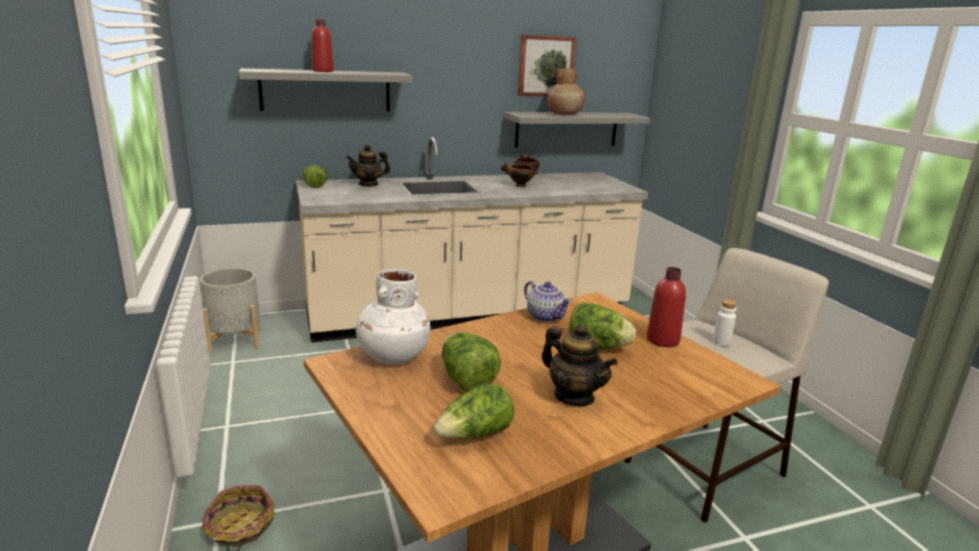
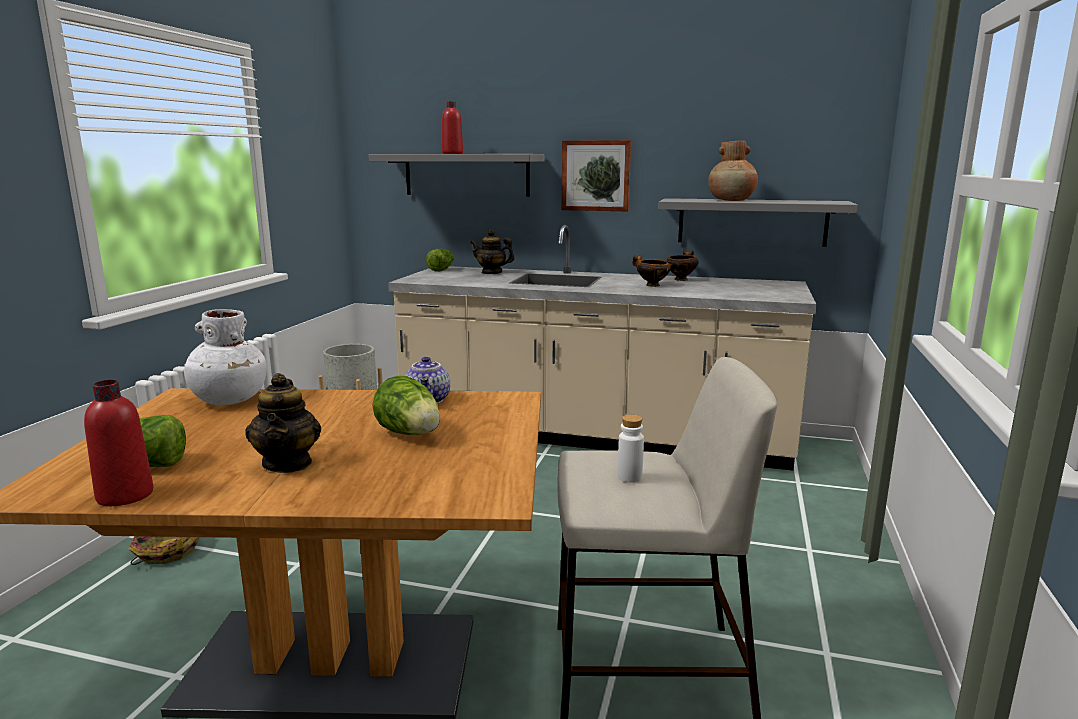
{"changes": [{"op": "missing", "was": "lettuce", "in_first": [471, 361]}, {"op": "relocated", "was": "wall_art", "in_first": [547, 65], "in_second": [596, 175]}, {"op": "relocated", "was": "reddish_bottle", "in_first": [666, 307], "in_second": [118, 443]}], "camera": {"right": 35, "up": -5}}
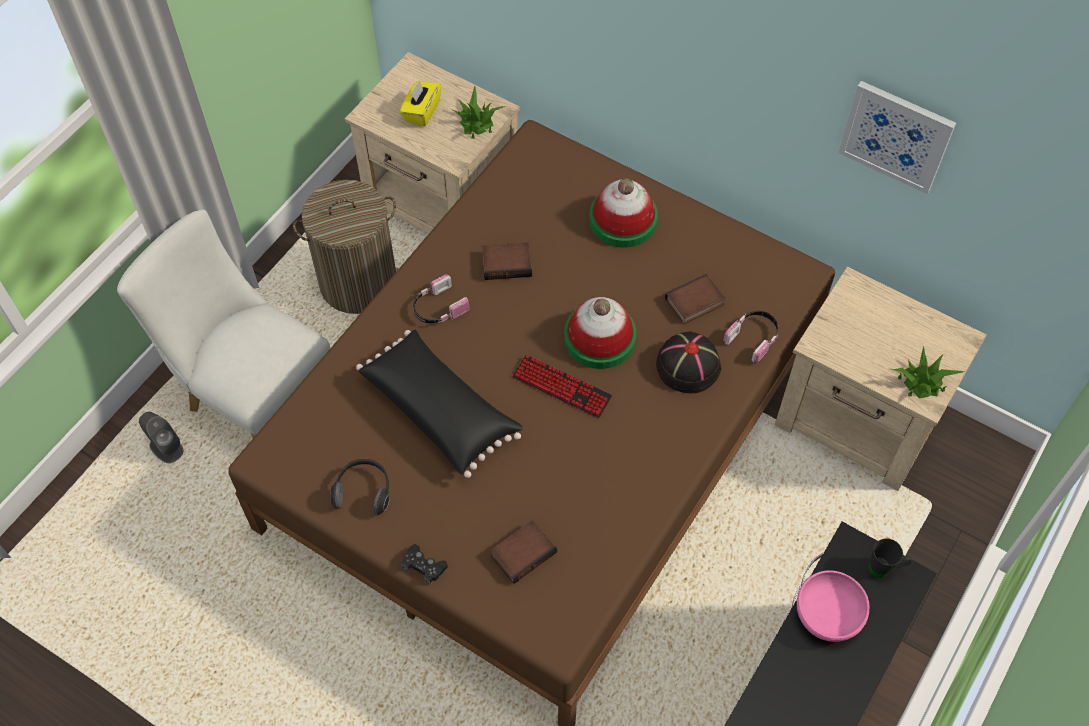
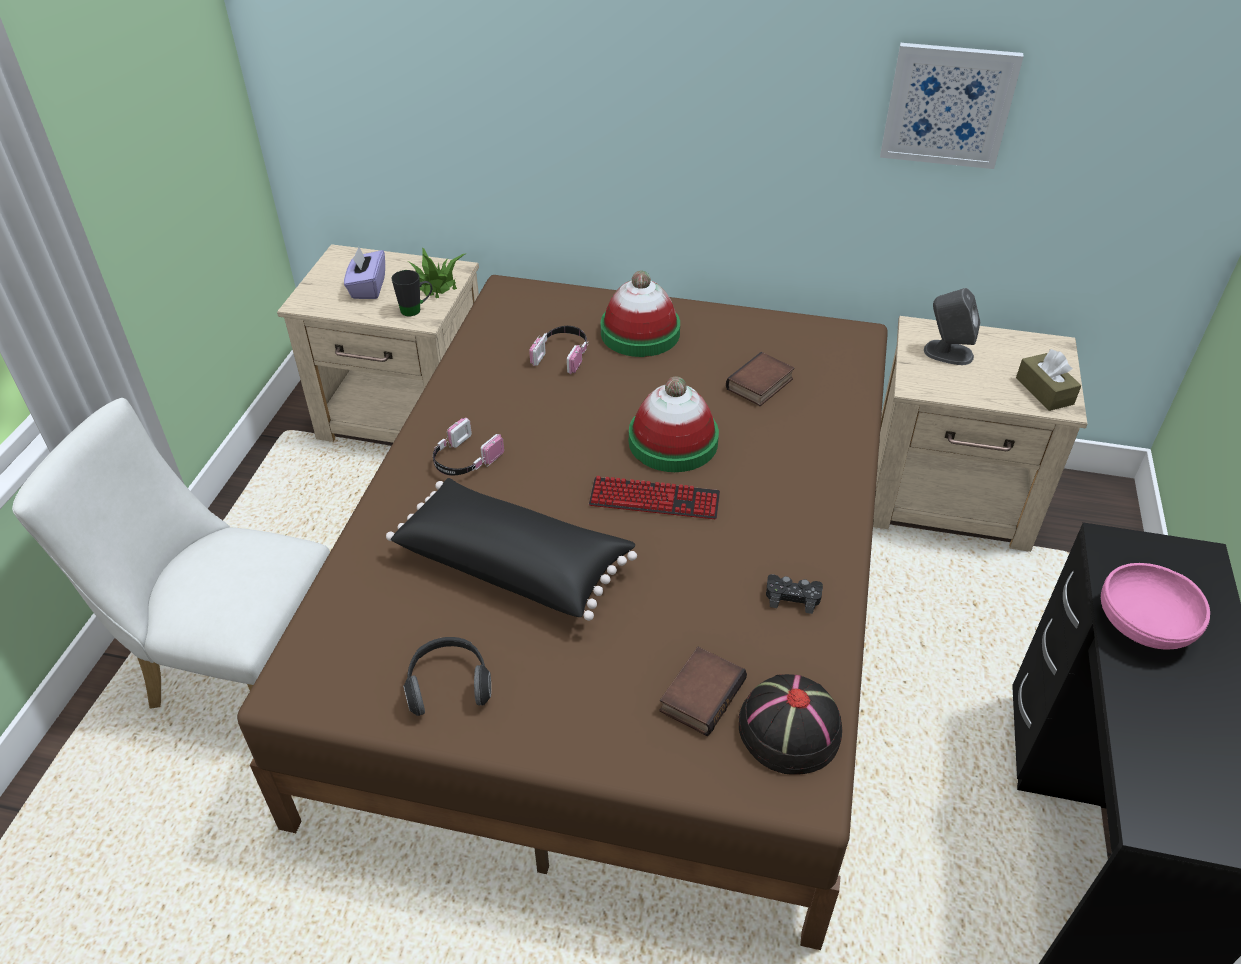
{"changes": [{"op": "missing", "was": "hamper", "in_first": [344, 247]}, {"op": "missing", "was": "book", "in_first": [507, 261]}, {"op": "relocated", "was": "grey_speaker", "in_first": [161, 437], "in_second": [952, 326]}, {"op": "relocated", "was": "black_game_controller", "in_first": [424, 564], "in_second": [794, 594]}, {"op": "relocated", "was": "black_clothing_hat", "in_first": [688, 362], "in_second": [790, 724]}, {"op": "relocated", "was": "pair_of_headphones", "in_first": [750, 337], "in_second": [558, 350]}, {"op": "relocated", "was": "black_tea_mug", "in_first": [890, 558], "in_second": [411, 293]}, {"op": "exchanged", "was": "plant_in_a_pot", "now": "brown-coloured_tissue_box", "in_first": [928, 372], "in_second": [1048, 380]}, {"op": "colour", "was": "yellow-coloured_tissue_box", "now": "purplish_tissue_box", "in_first": [420, 103], "in_second": [364, 273]}], "camera": {"right": -20, "up": -15}}
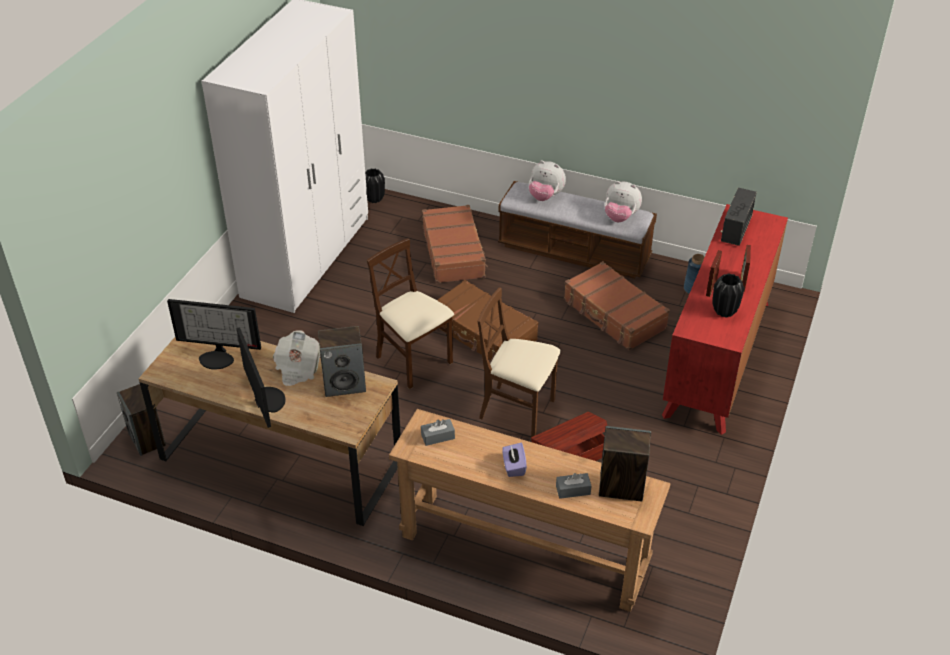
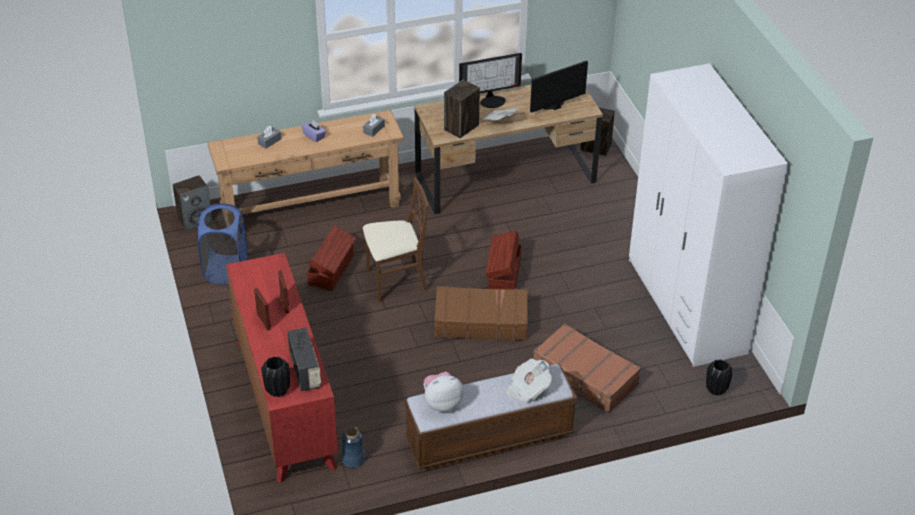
{"changes": [{"op": "missing", "was": "brown-coloured_piece_of_luggage", "in_first": [617, 306]}, {"op": "appeared", "now": "blue_hamper", "in_second": [222, 244]}, {"op": "relocated", "was": "speaker", "in_first": [625, 463], "in_second": [192, 203]}, {"op": "relocated", "was": "black_flower_vase", "in_first": [728, 295], "in_second": [275, 376]}, {"op": "exchanged", "was": "sand-coloured_plain_chair", "now": "brown-coloured_storage_box", "in_first": [410, 313], "in_second": [503, 260]}, {"op": "exchanged", "was": "plush_toy", "now": "printed_paper", "in_first": [547, 180], "in_second": [529, 381]}, {"op": "spun", "was": "computer_screen", "in_first": [261, 377], "in_second": [490, 80], "clockwise": -45}], "camera": {"right": 140, "up": 0}}
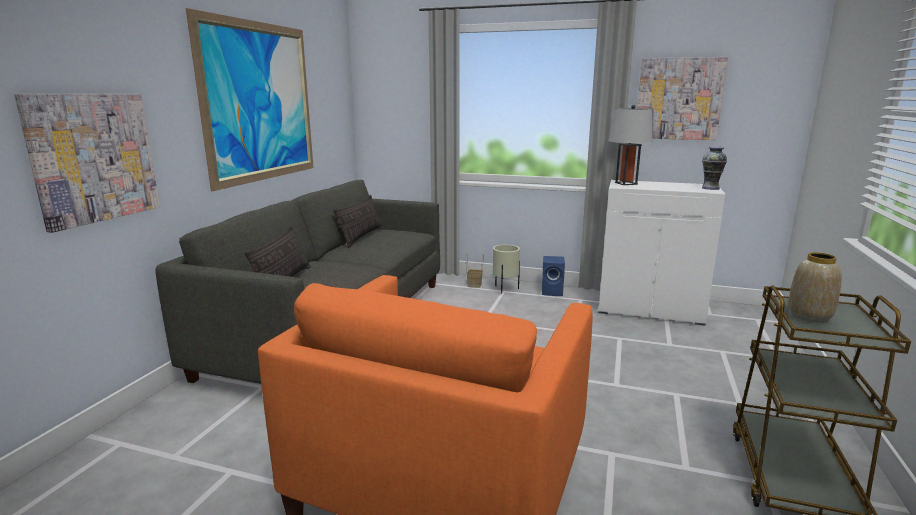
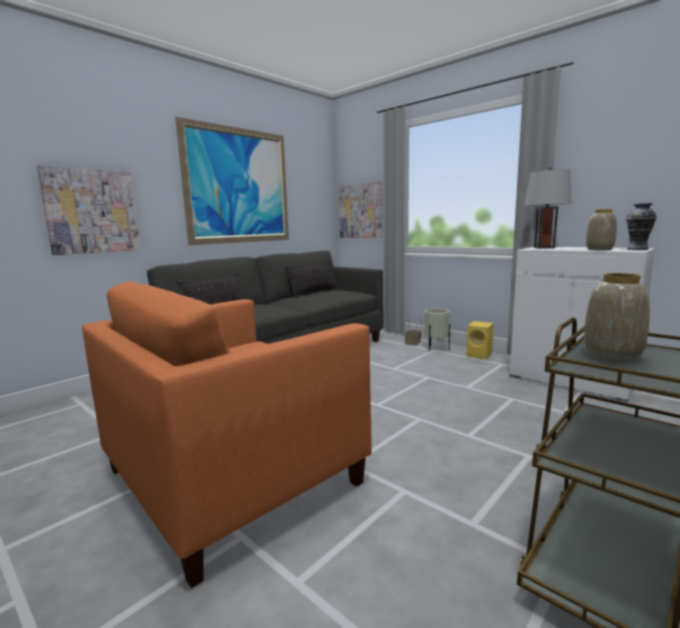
{"changes": [{"op": "appeared", "now": "flower_vase", "in_second": [601, 229]}, {"op": "relocated", "was": "wall_art", "in_first": [682, 98], "in_second": [360, 209]}, {"op": "colour", "was": "blue_speaker", "now": "yellow-coloured_speaker", "in_first": [553, 276], "in_second": [480, 340]}], "camera": {"right": 25, "up": -5}}
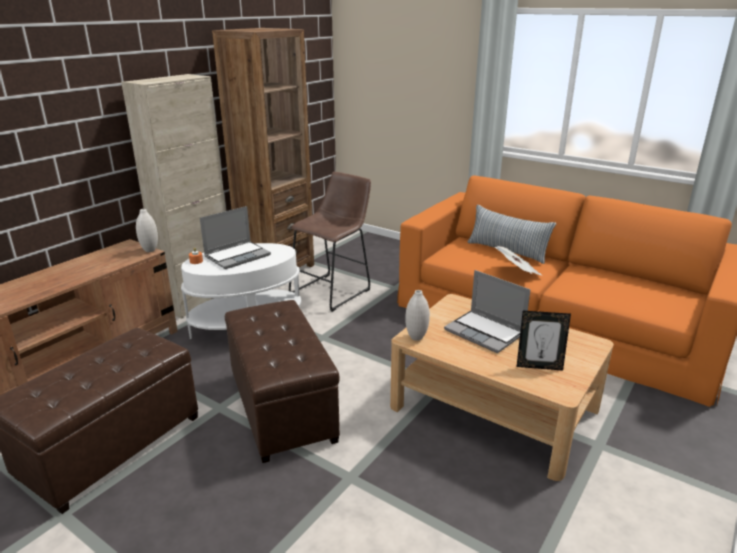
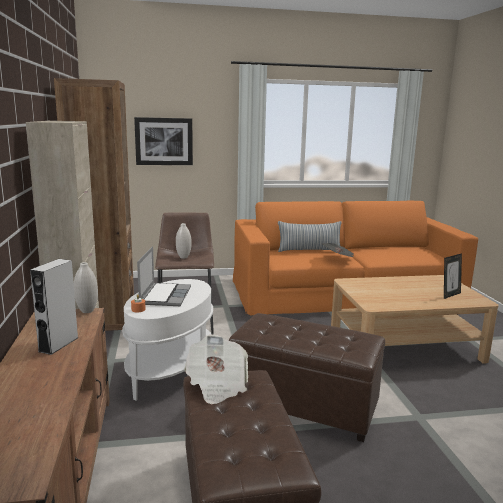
{"changes": [{"op": "missing", "was": "laptop", "in_first": [487, 311]}, {"op": "appeared", "now": "grey_speaker", "in_second": [54, 307]}, {"op": "appeared", "now": "wall_art", "in_second": [163, 141]}, {"op": "appeared", "now": "printed_paper", "in_second": [216, 369]}, {"op": "relocated", "was": "white-coloured_flower_vase", "in_first": [417, 315], "in_second": [184, 241]}], "camera": {"right": -45, "up": -10}}
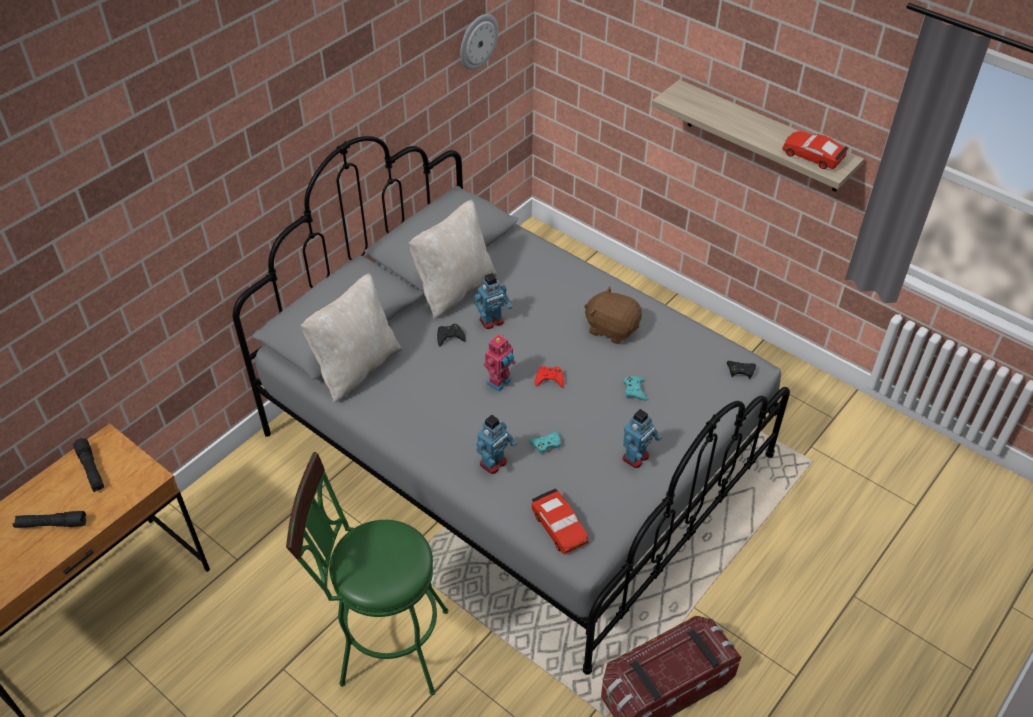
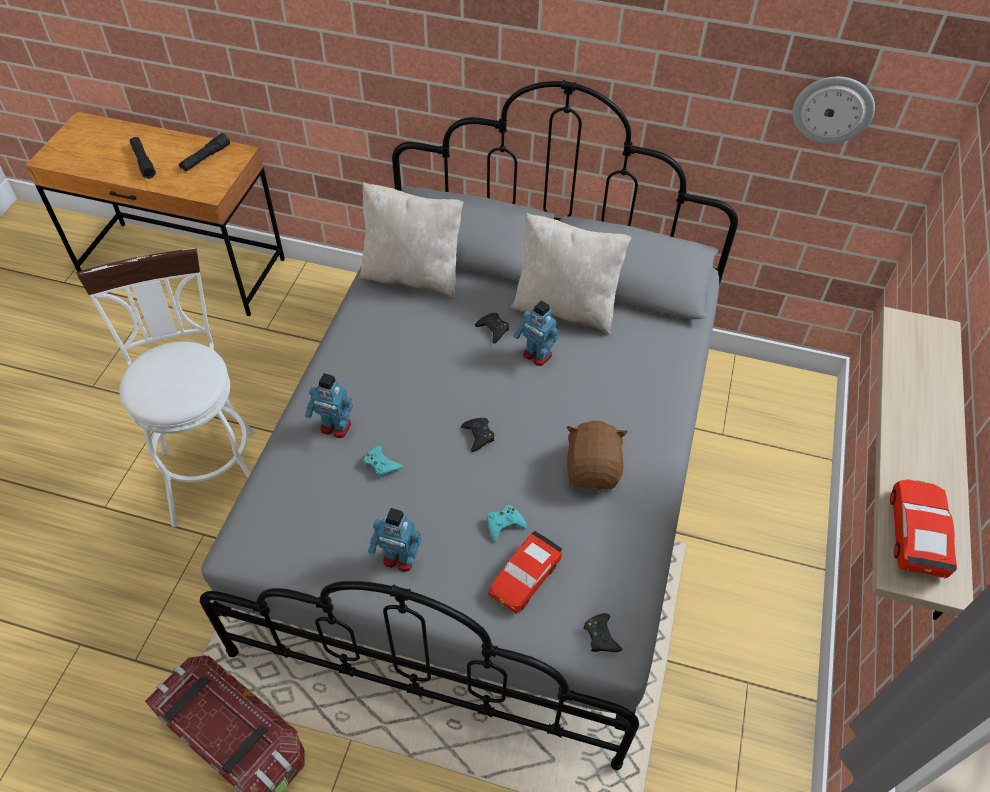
{"changes": [{"op": "missing", "was": "model_robot", "in_first": [500, 363]}, {"op": "relocated", "was": "reddish_toy_car", "in_first": [560, 522], "in_second": [525, 572]}, {"op": "colour", "was": "greenish_stool_seat", "now": "white-coloured_stool_seat", "in_first": [367, 573], "in_second": [165, 388]}, {"op": "colour", "was": "reddish_game_controller", "now": "black_game_controller", "in_first": [549, 377], "in_second": [477, 435]}], "camera": {"right": 65, "up": 5}}
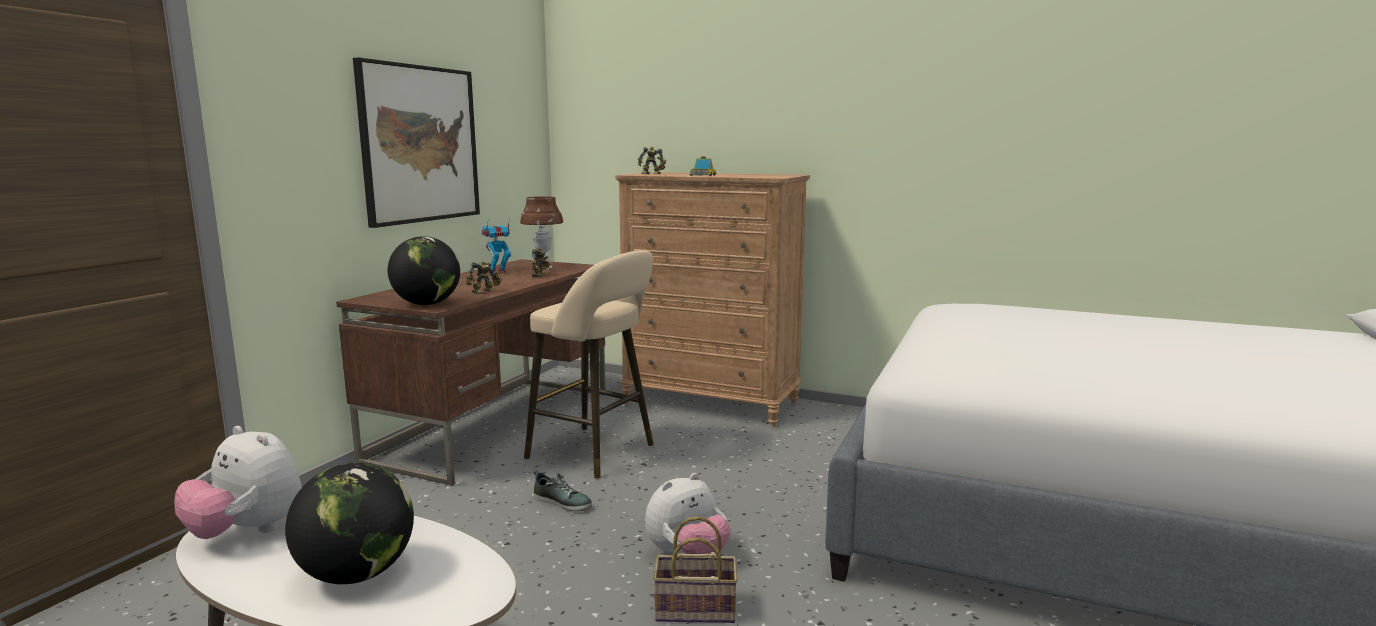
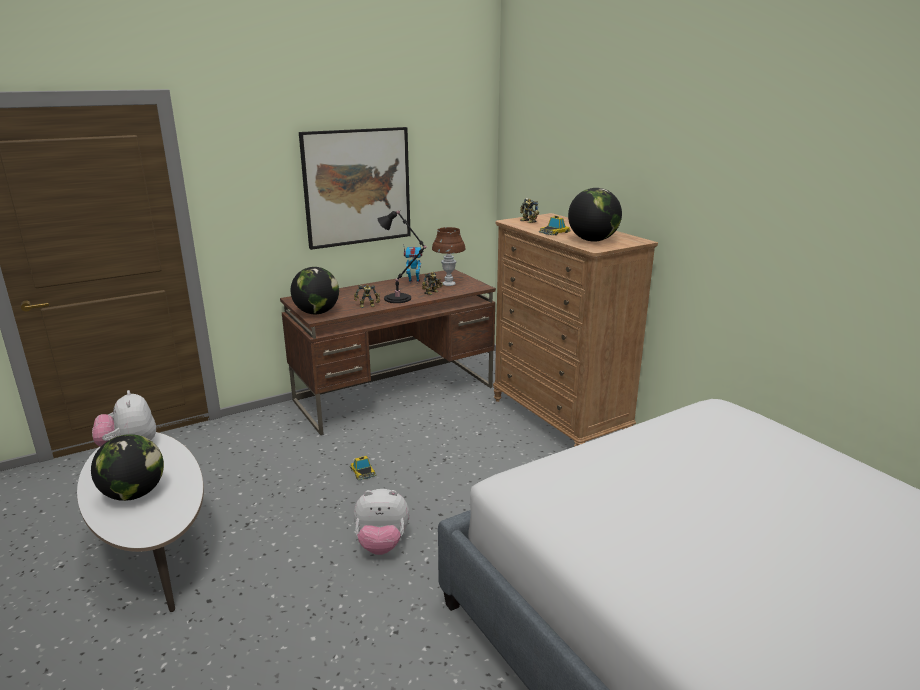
{"changes": [{"op": "missing", "was": "sand-coloured_stool_seat", "in_first": [589, 364]}, {"op": "missing", "was": "household_basket", "in_first": [695, 569]}, {"op": "appeared", "now": "black_lamp_for_a_table", "in_second": [402, 257]}, {"op": "appeared", "now": "desk_globe", "in_second": [595, 215]}, {"op": "exchanged", "was": "item_of_footwear", "now": "toy_car", "in_first": [562, 490], "in_second": [363, 468]}], "camera": {"right": 35, "up": 10}}
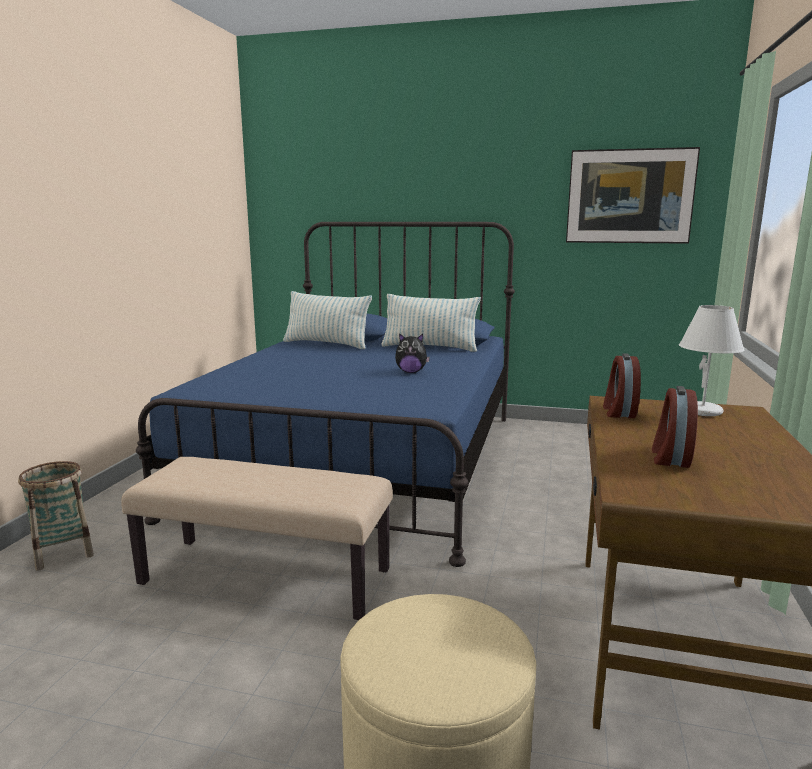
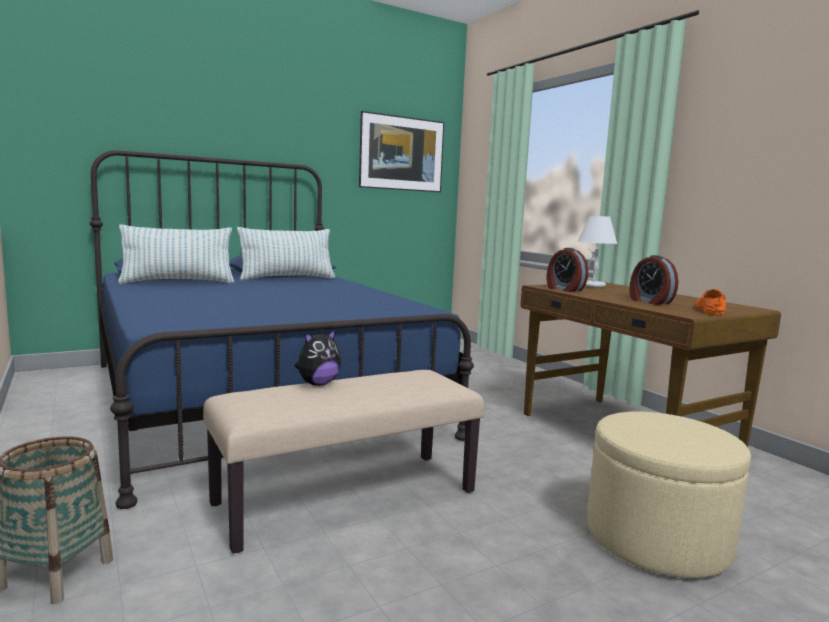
{"changes": [{"op": "appeared", "now": "orange_item_of_footwear", "in_second": [710, 302]}, {"op": "relocated", "was": "plush_toy", "in_first": [412, 353], "in_second": [318, 357]}], "camera": {"right": -45, "up": -5}}
